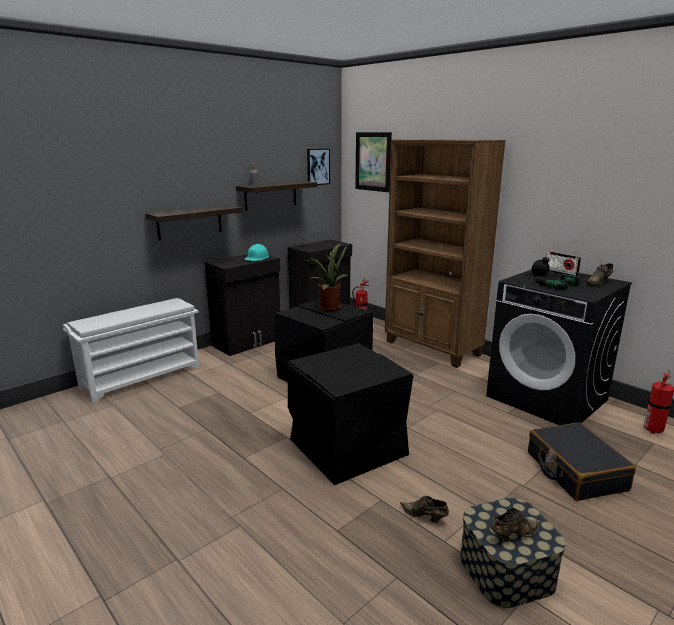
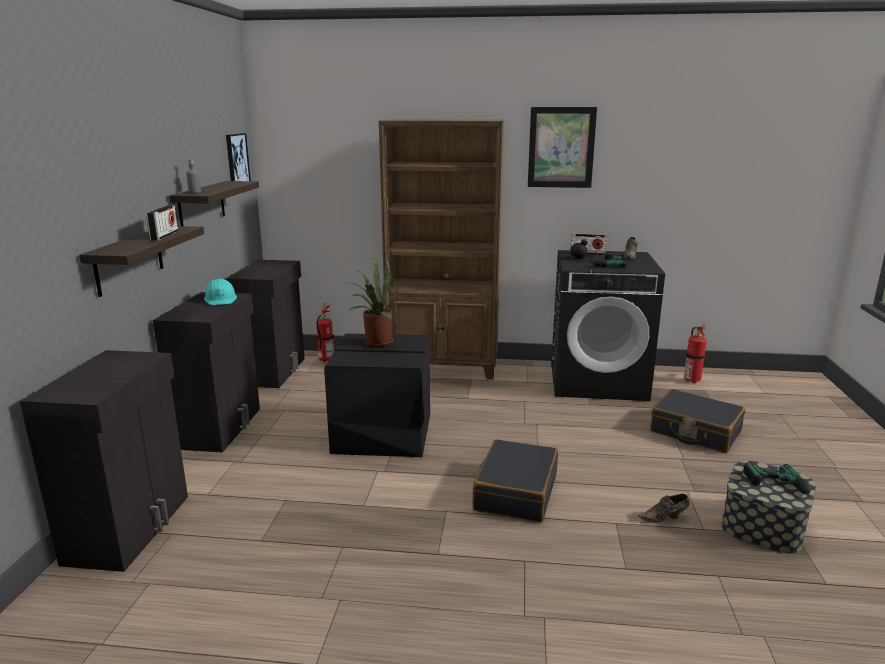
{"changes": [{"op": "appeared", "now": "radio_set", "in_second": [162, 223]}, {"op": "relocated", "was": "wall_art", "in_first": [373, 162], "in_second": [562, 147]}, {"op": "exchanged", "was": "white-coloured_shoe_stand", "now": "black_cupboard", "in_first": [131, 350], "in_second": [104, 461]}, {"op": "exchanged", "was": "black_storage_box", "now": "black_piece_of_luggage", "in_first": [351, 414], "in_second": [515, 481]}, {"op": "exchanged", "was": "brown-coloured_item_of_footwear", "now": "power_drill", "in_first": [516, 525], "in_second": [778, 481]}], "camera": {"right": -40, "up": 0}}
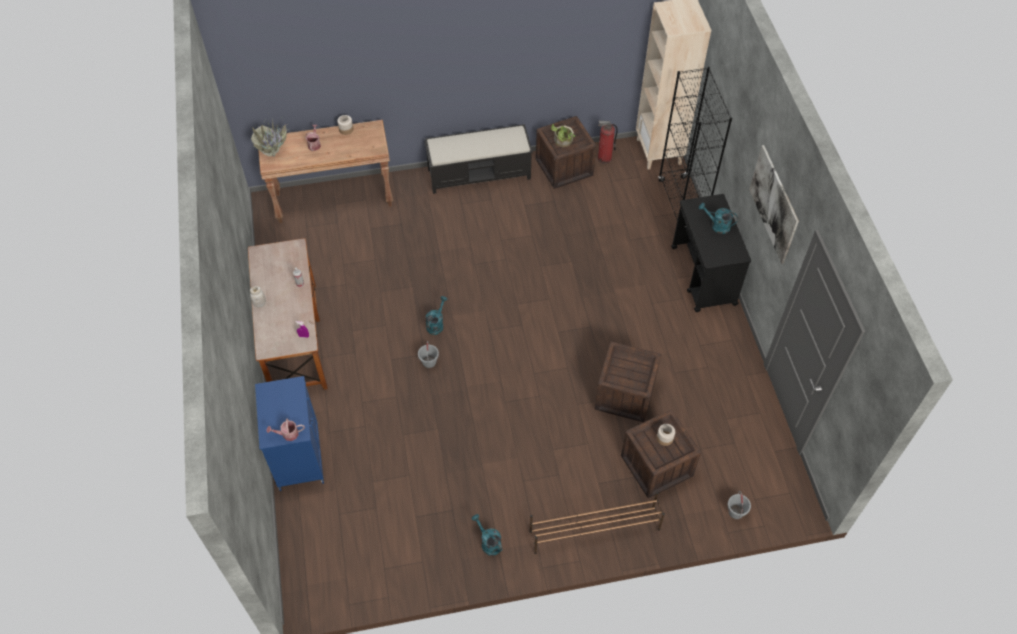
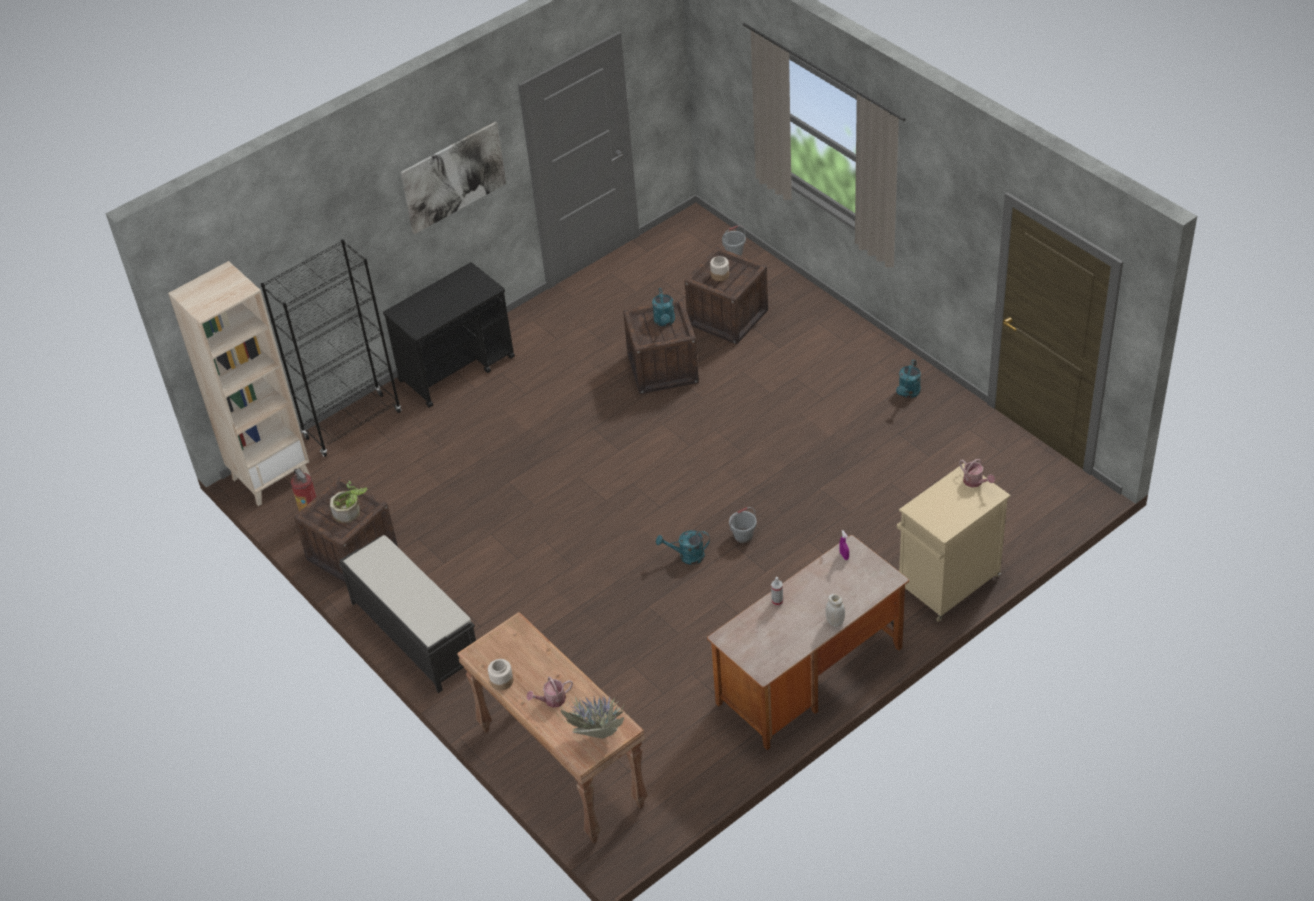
{"changes": [{"op": "missing", "was": "brown-coloured_shoe_stand", "in_first": [597, 523]}, {"op": "relocated", "was": "turquoise_watering_pot", "in_first": [718, 218], "in_second": [663, 307]}, {"op": "colour", "was": "blue_cupboard", "now": "sand-coloured_cupboard", "in_first": [289, 433], "in_second": [954, 542]}], "camera": {"right": -115, "up": -10}}
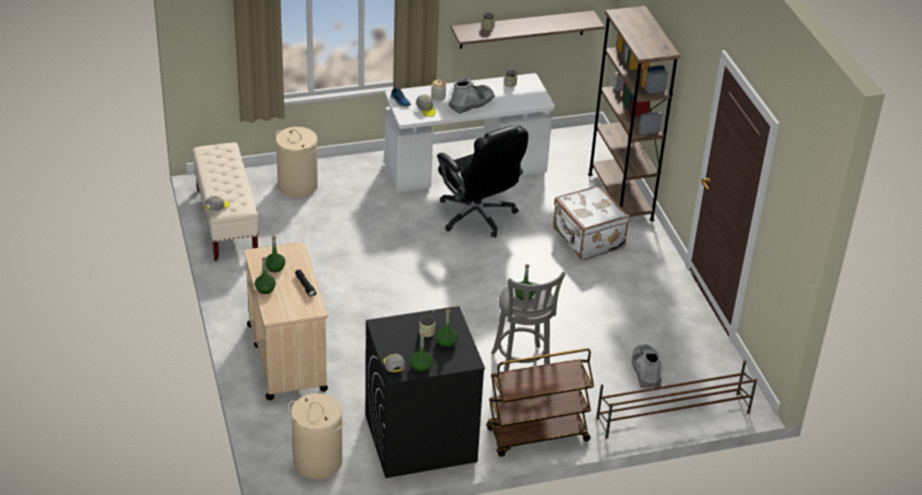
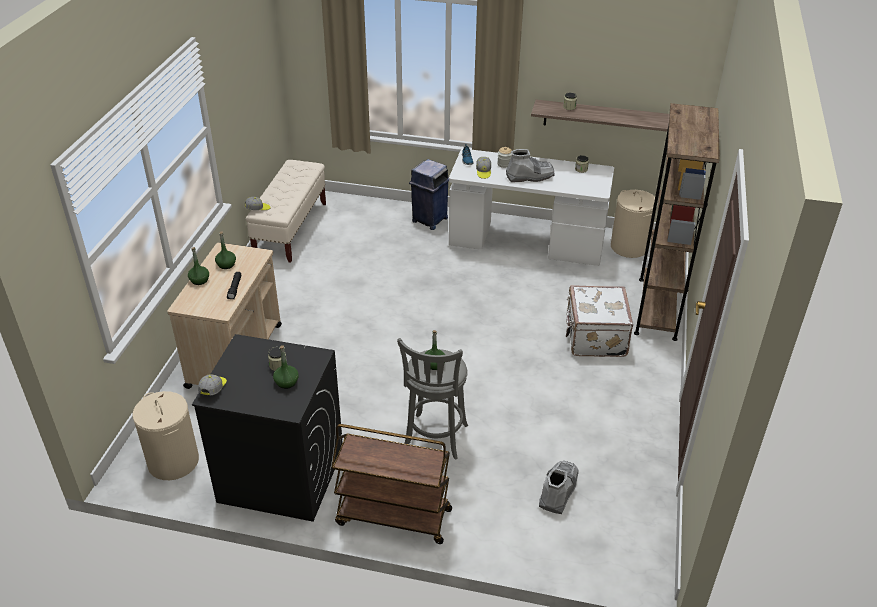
{"changes": [{"op": "missing", "was": "greenish_bottle", "in_first": [421, 352]}, {"op": "missing", "was": "black_computer_chair", "in_first": [482, 181]}, {"op": "missing", "was": "brown-coloured_shoe_stand", "in_first": [676, 399]}, {"op": "appeared", "now": "blue_trash_can", "in_second": [429, 194]}, {"op": "relocated", "was": "sand-coloured_hamper", "in_first": [297, 162], "in_second": [634, 224]}], "camera": {"right": 30, "up": 0}}
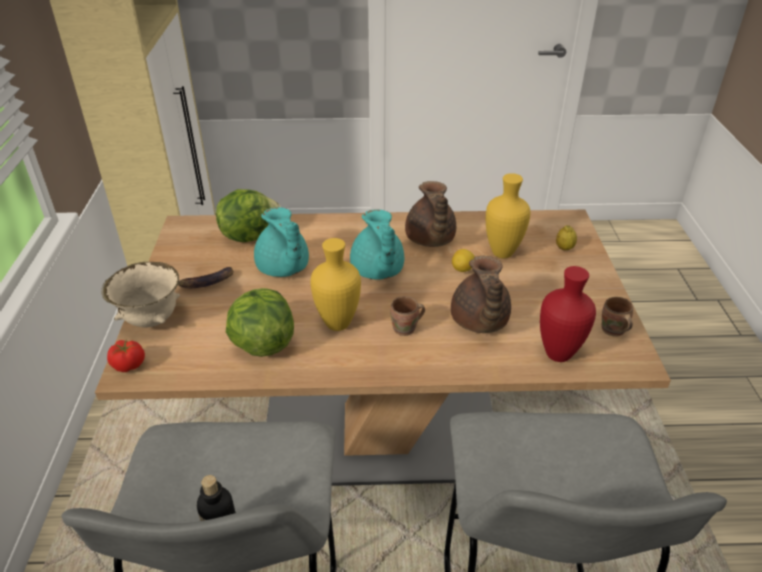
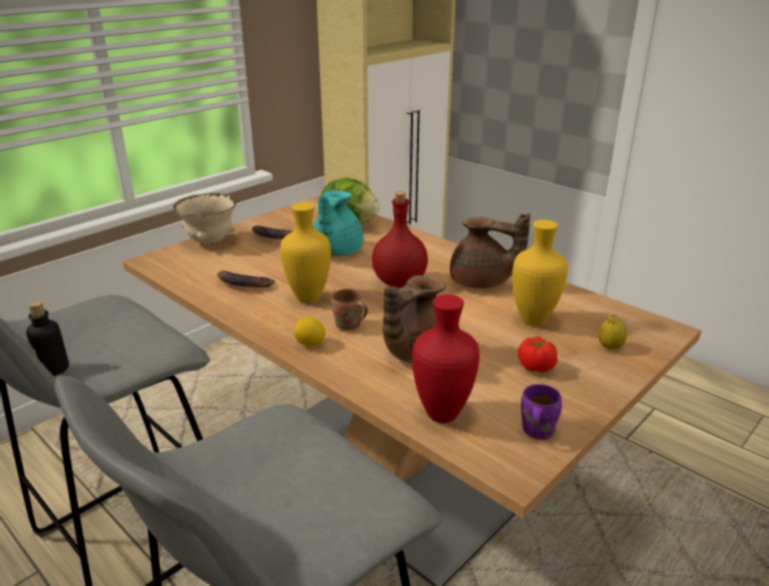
{"changes": [{"op": "relocated", "was": "whole_tomato", "in_first": [126, 356], "in_second": [538, 354]}, {"op": "relocated", "was": "whole_lemon", "in_first": [463, 260], "in_second": [309, 331]}, {"op": "exchanged", "was": "lettuce", "now": "banana", "in_first": [260, 322], "in_second": [246, 279]}, {"op": "exchanged", "was": "turquoise_pot_for_tea", "now": "reddish_bottle", "in_first": [377, 244], "in_second": [400, 239]}, {"op": "colour", "was": "brown-coloured_tea_mug", "now": "purplish_tea_mug", "in_first": [617, 317], "in_second": [541, 412]}, {"op": "spun", "was": "brown-coloured_pot_for_tea", "in_first": [430, 214], "in_second": [490, 251], "clockwise": -105}], "camera": {"right": 45, "up": -10}}
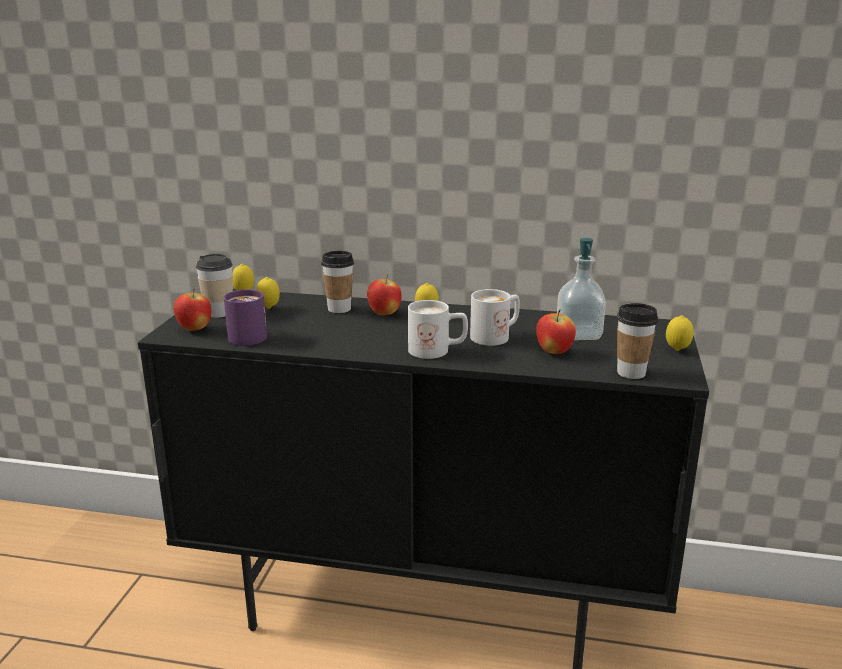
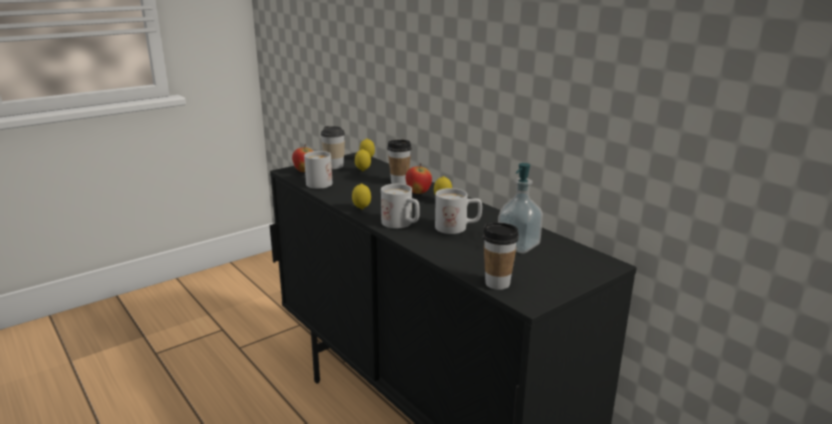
{"changes": [{"op": "missing", "was": "whole_apple", "in_first": [556, 332]}, {"op": "relocated", "was": "whole_lemon", "in_first": [680, 333], "in_second": [361, 196]}, {"op": "colour", "was": "purplish_tea_mug", "now": "white-coloured_tea_mug", "in_first": [245, 317], "in_second": [318, 170]}], "camera": {"right": 40, "up": 0}}
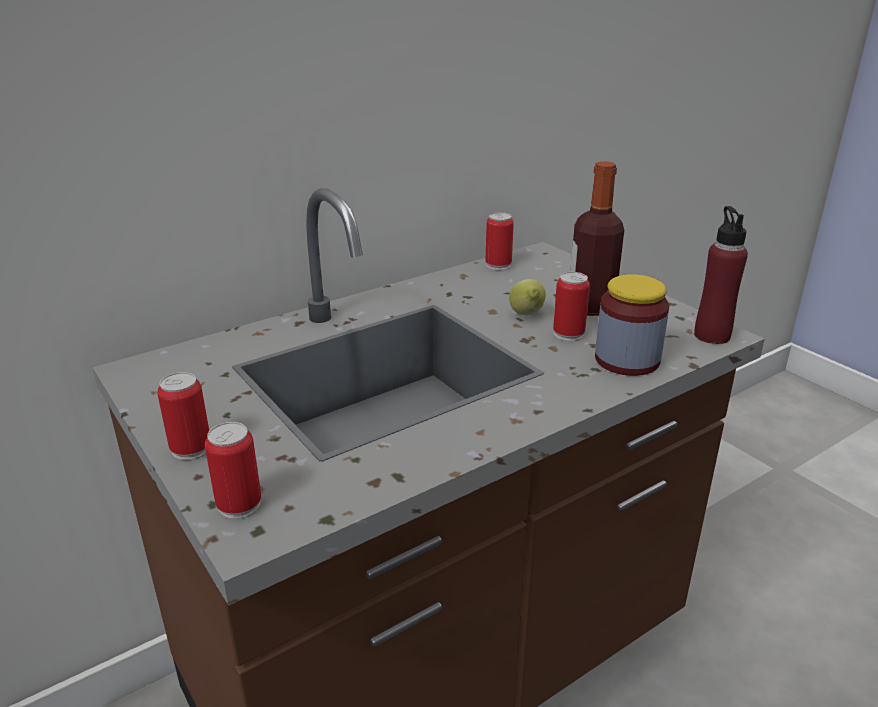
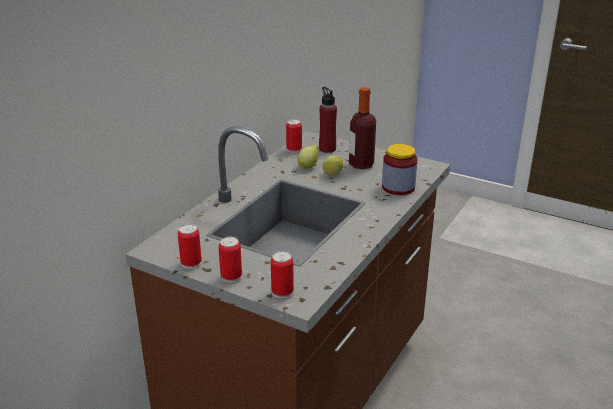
{"changes": [{"op": "appeared", "now": "whole_lemon", "in_second": [307, 157]}, {"op": "relocated", "was": "metal_can", "in_first": [571, 306], "in_second": [190, 246]}, {"op": "relocated", "was": "reddish_bottle", "in_first": [721, 275], "in_second": [328, 120]}], "camera": {"right": -25, "up": 0}}
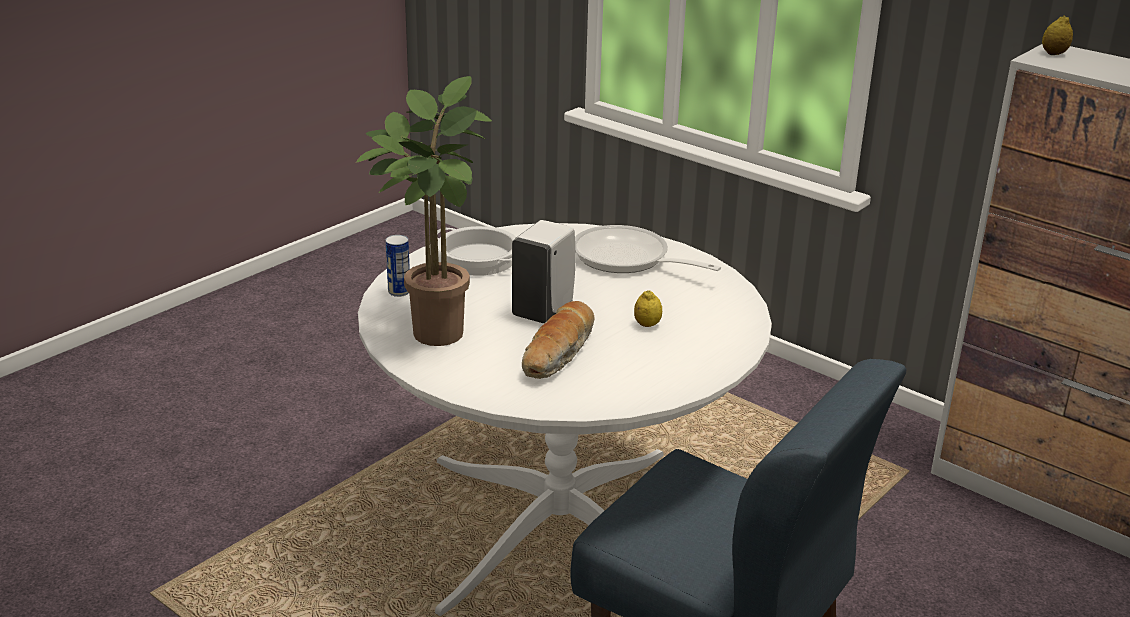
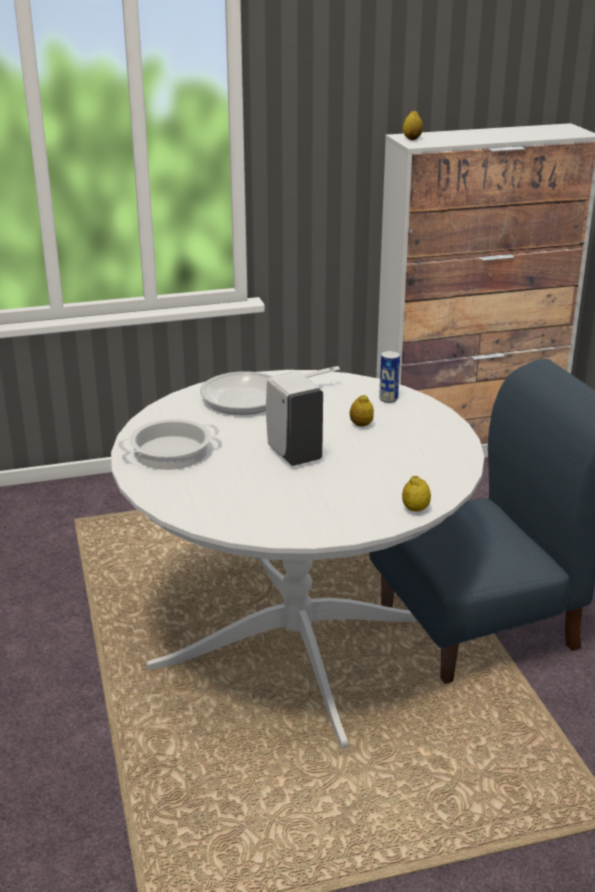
{"changes": [{"op": "missing", "was": "plant_in_a_pot", "in_first": [424, 211]}, {"op": "missing", "was": "baked_bread", "in_first": [558, 340]}, {"op": "appeared", "now": "whole_lemon", "in_second": [416, 494]}, {"op": "relocated", "was": "metal_can", "in_first": [398, 266], "in_second": [389, 376]}], "camera": {"right": -55, "up": 0}}
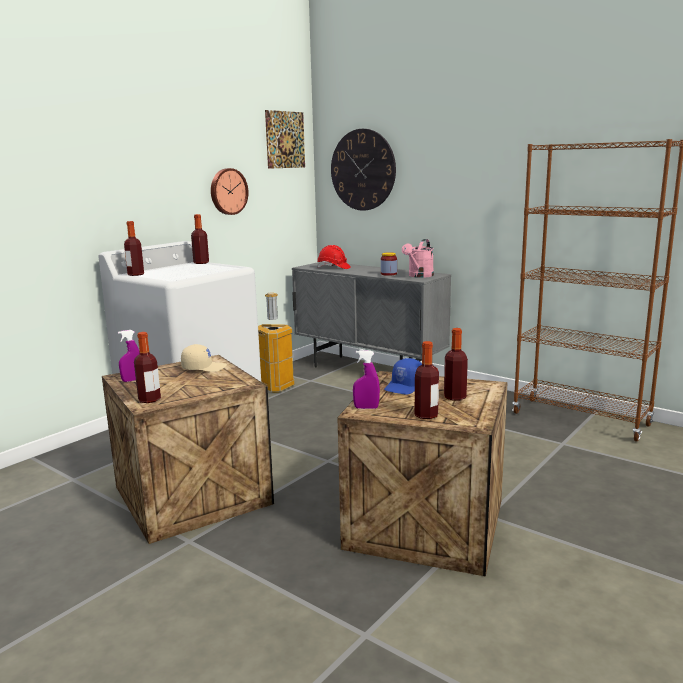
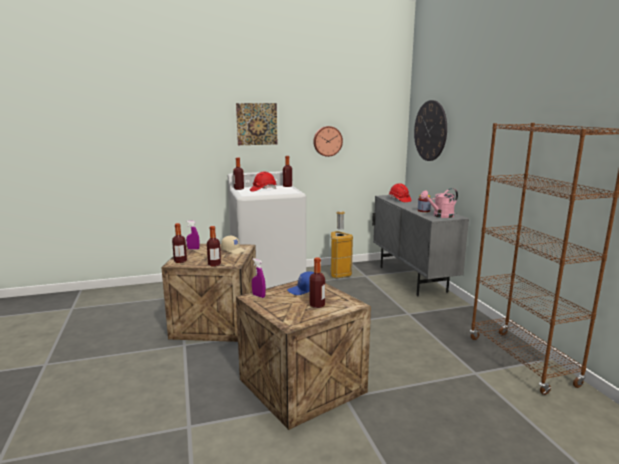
{"changes": [{"op": "appeared", "now": "reddish_work_helmet", "in_second": [263, 182]}, {"op": "relocated", "was": "wall_art", "in_first": [285, 139], "in_second": [256, 124]}, {"op": "relocated", "was": "bottle", "in_first": [427, 380], "in_second": [214, 246]}], "camera": {"right": 35, "up": 0}}
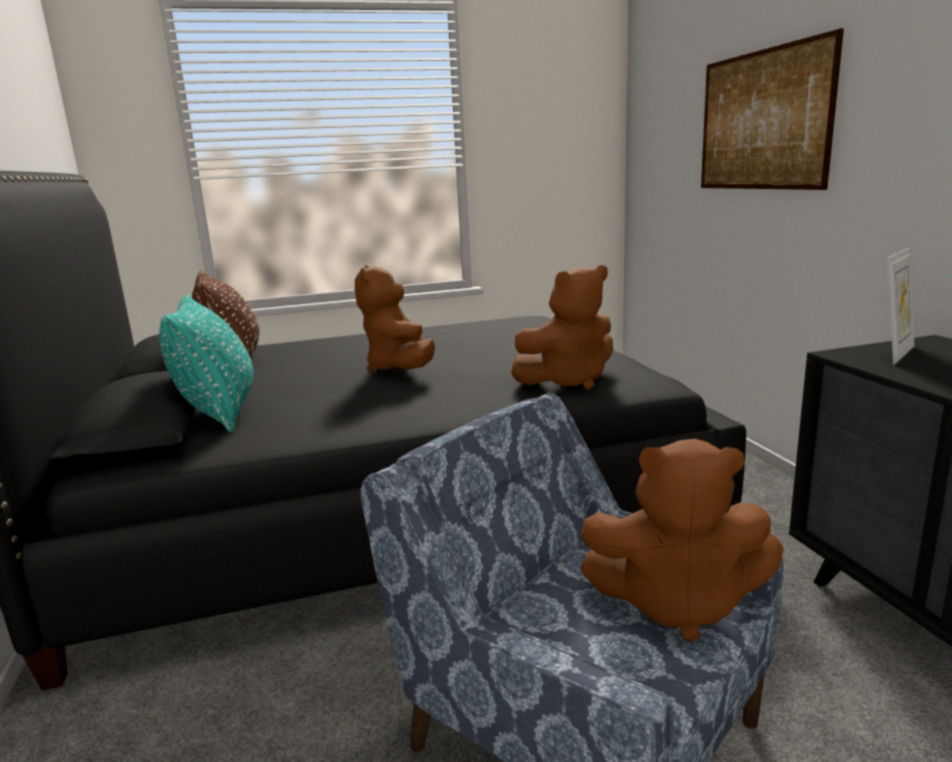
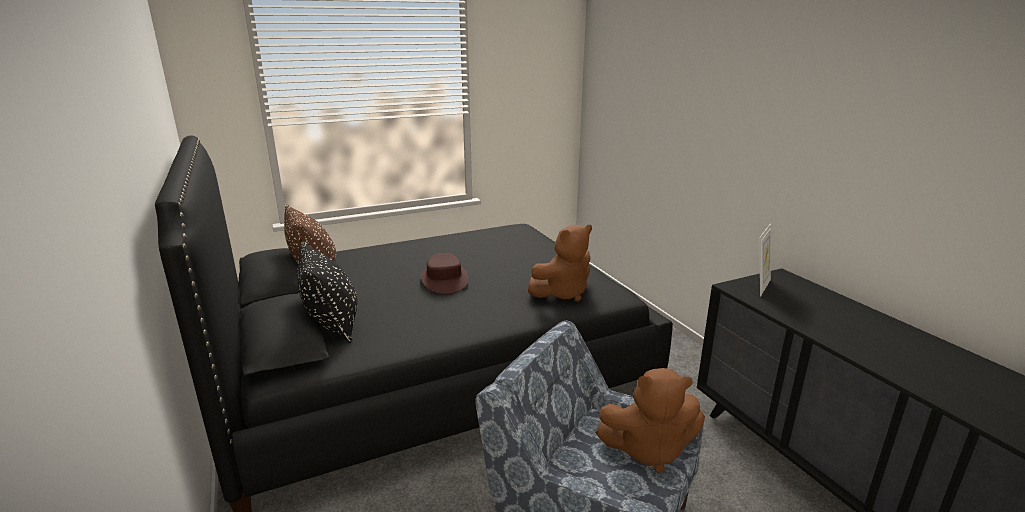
{"changes": [{"op": "missing", "was": "wall_art", "in_first": [772, 109]}, {"op": "exchanged", "was": "brown-coloured_plush_toy", "now": "brown-coloured_clothing_hat", "in_first": [395, 319], "in_second": [445, 273]}, {"op": "colour", "was": "turquoise_cushion", "now": "black_cushion", "in_first": [206, 363], "in_second": [328, 292]}], "camera": {"right": -10, "up": 5}}
